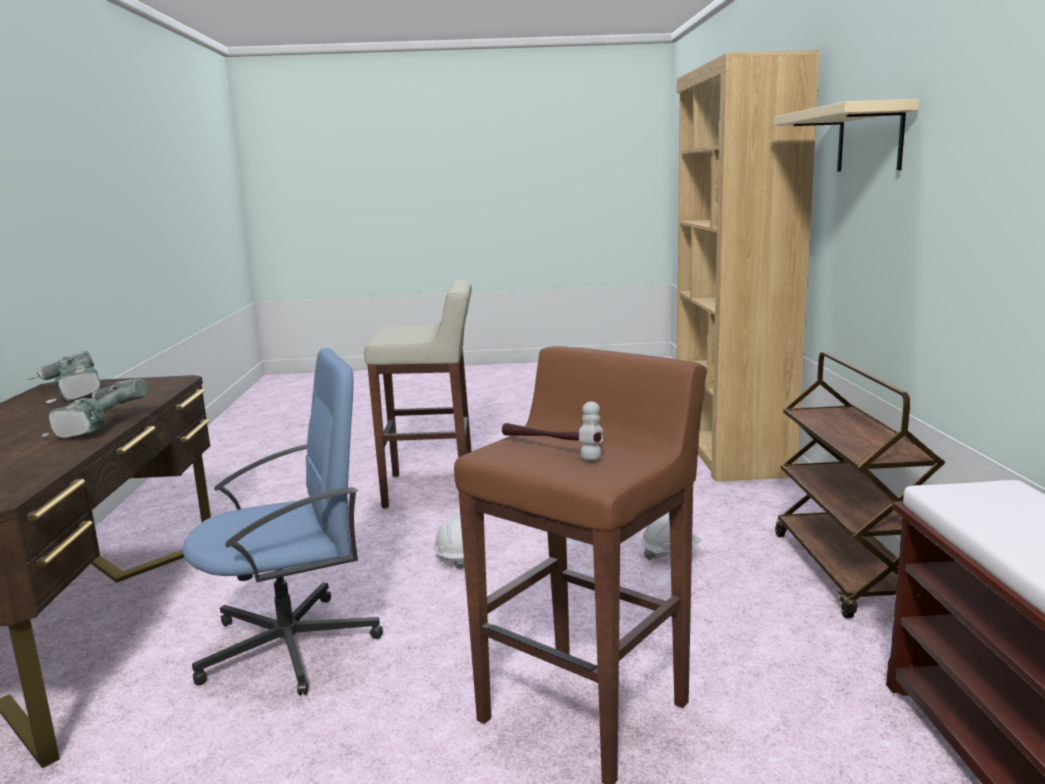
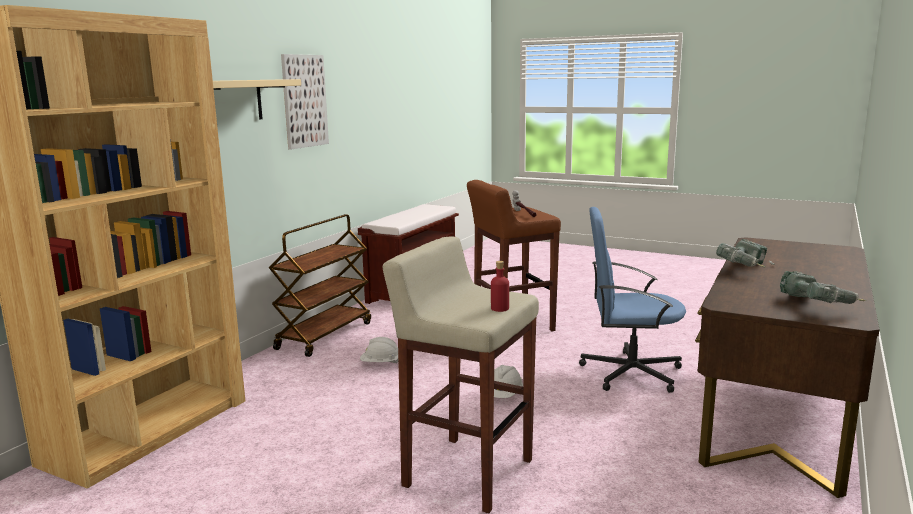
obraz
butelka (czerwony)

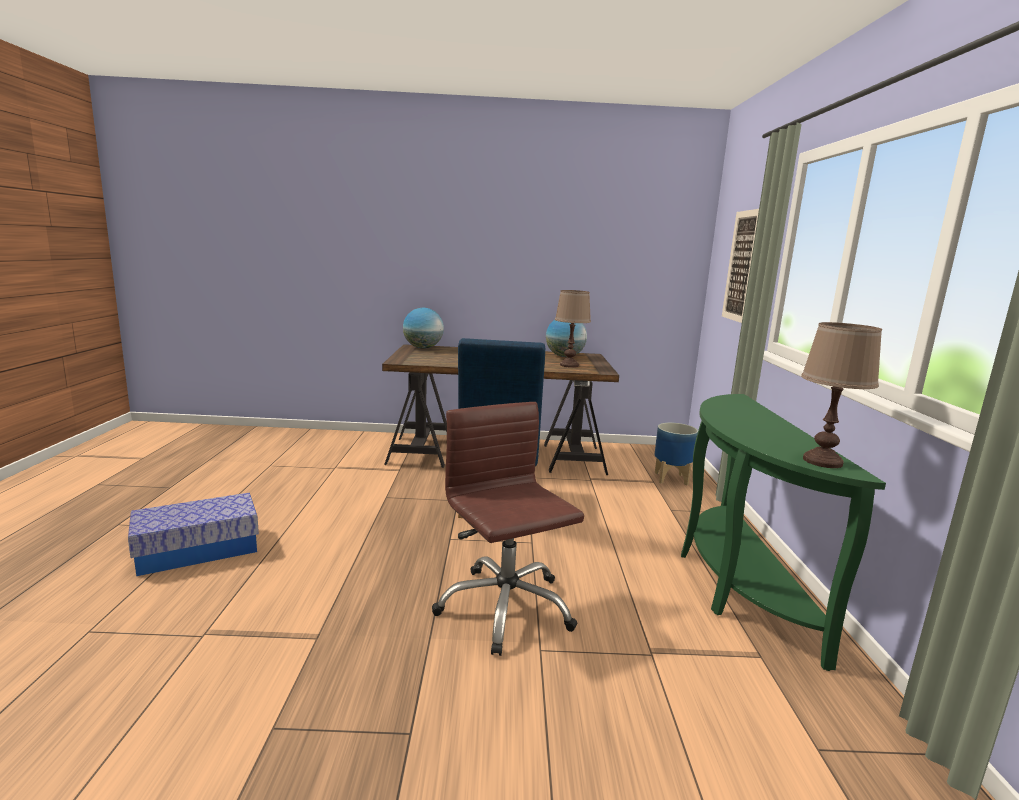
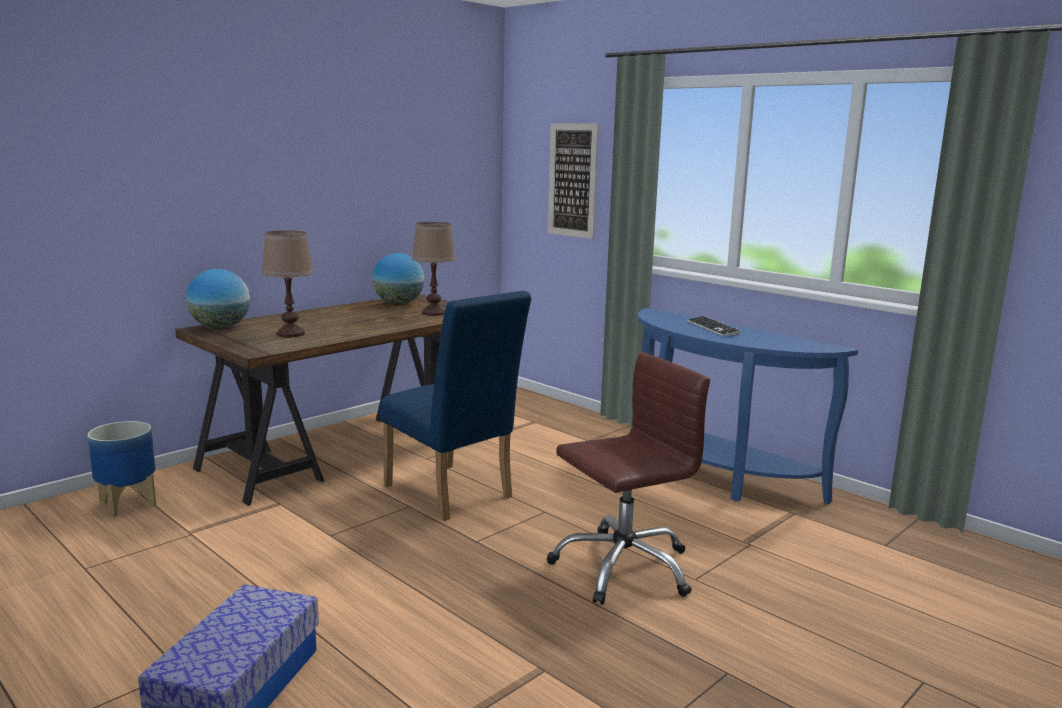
krzesło biurowe (brązowy)
donica
stolik konsolowy (niebieski)
lampa stołowa (brązowy) (no. 1 from left)
klawiatura

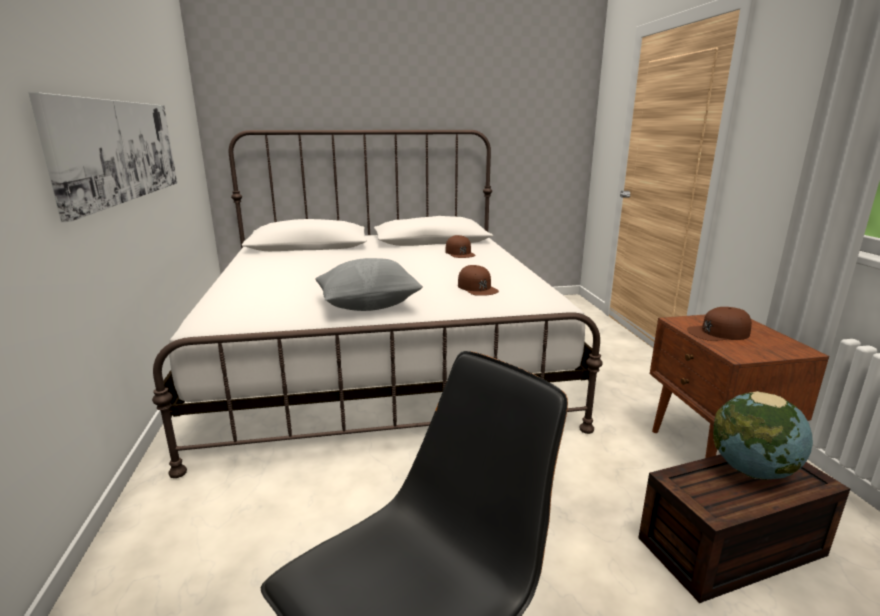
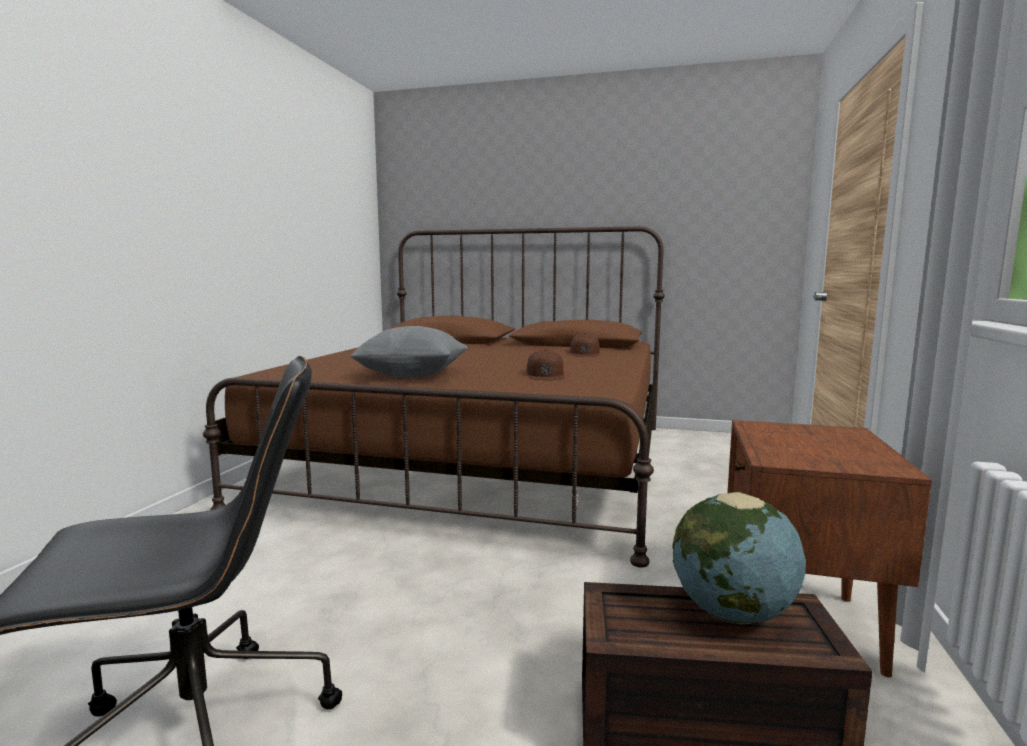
obraz
łóżko (brązowy)
czapka z daszkiem (brązowy) (no. 3 from left in the first image)

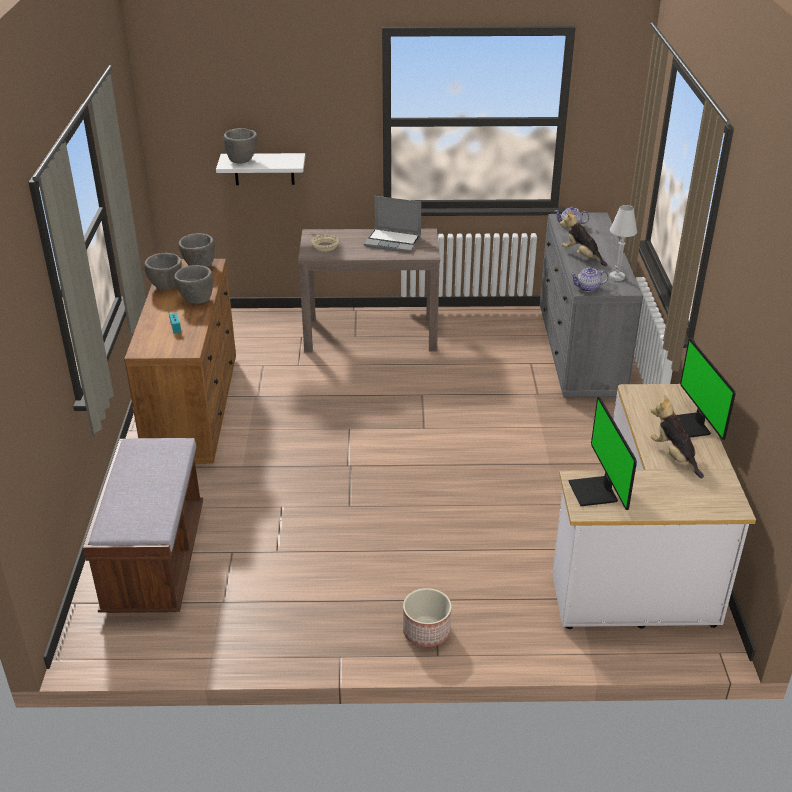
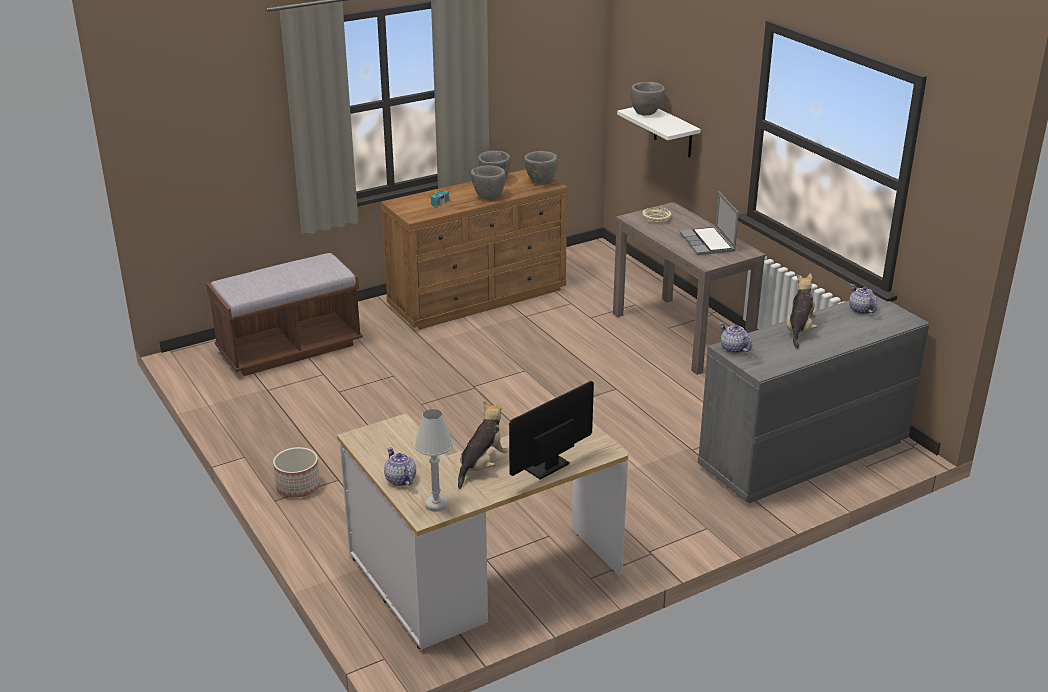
monitor (no. 1 from left in the first image)
lampa stołowa (biały)
imbryk (no. 1 from left)

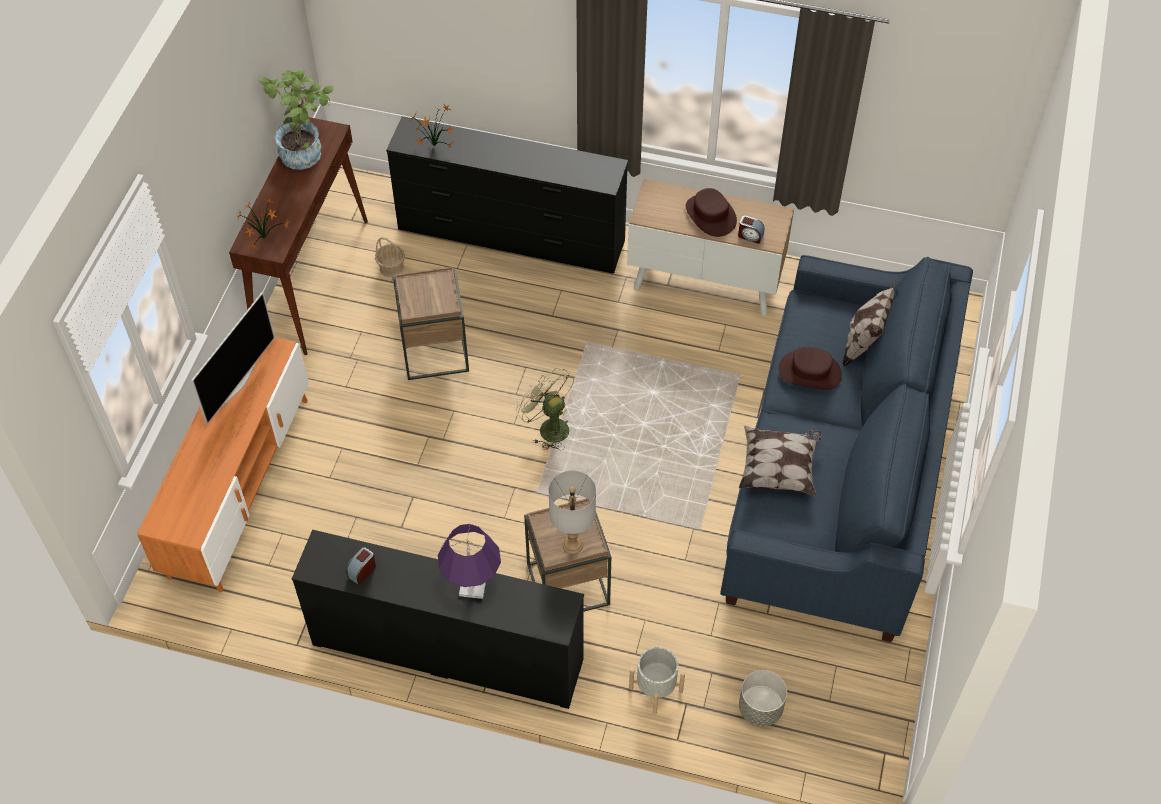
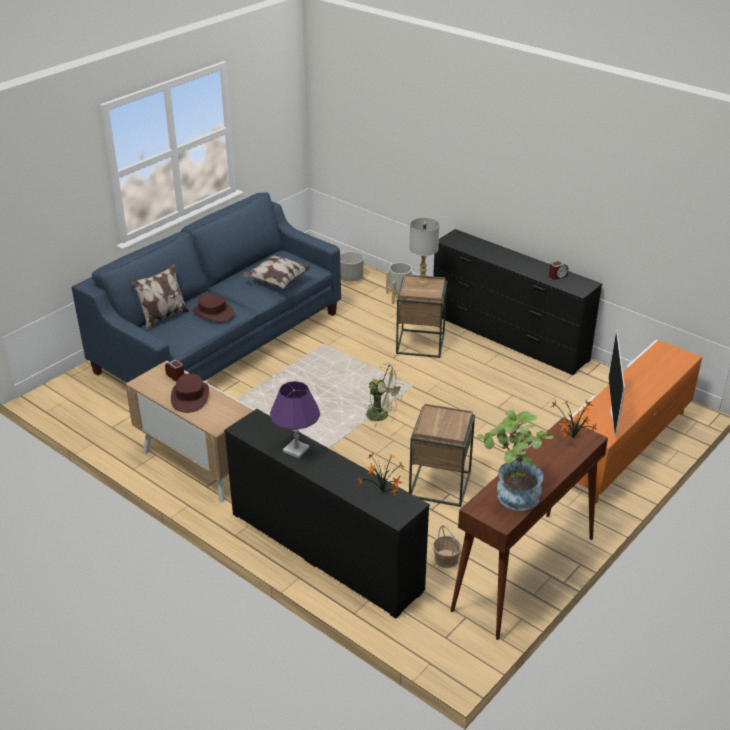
telewizor
lampa stołowa (fioletowy)
wentylator (zielony)

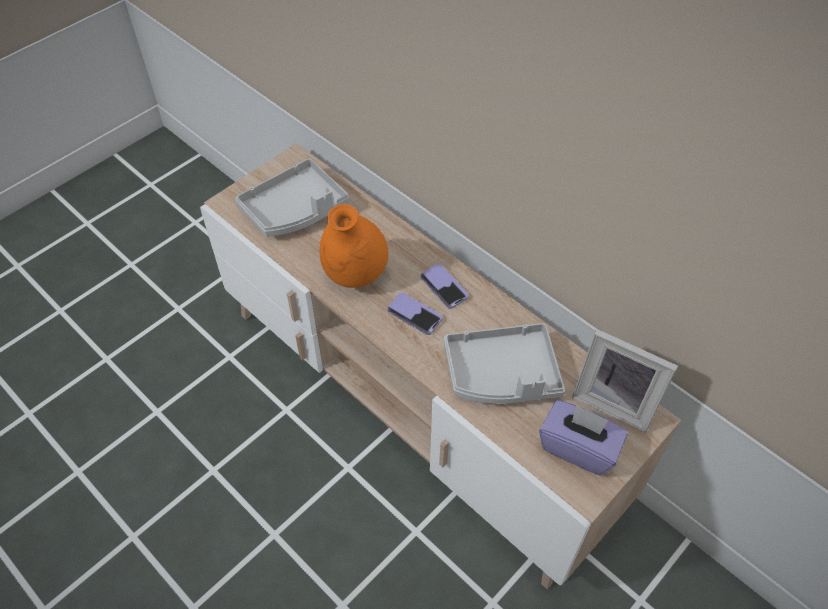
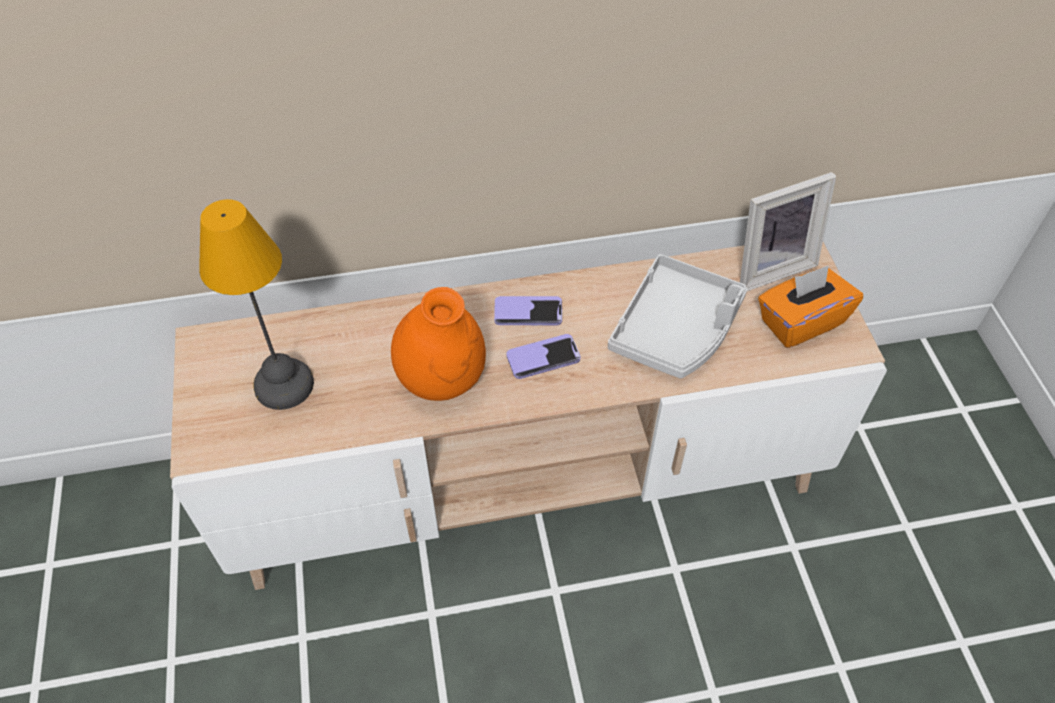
lampa stołowa
pudełko chusteczek (pomarańczowy)

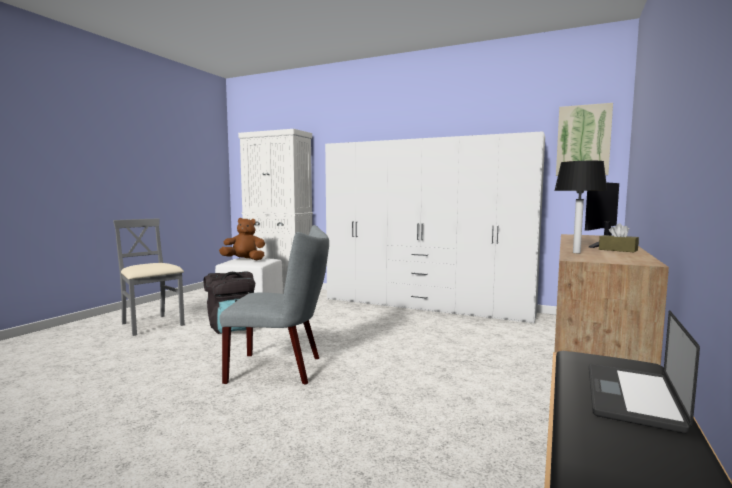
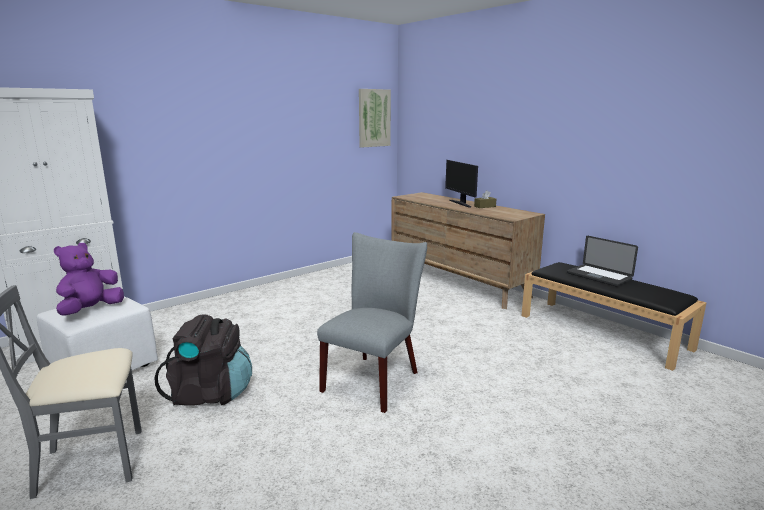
pluszak (fioletowy)
szafa (biały)
lampa stołowa

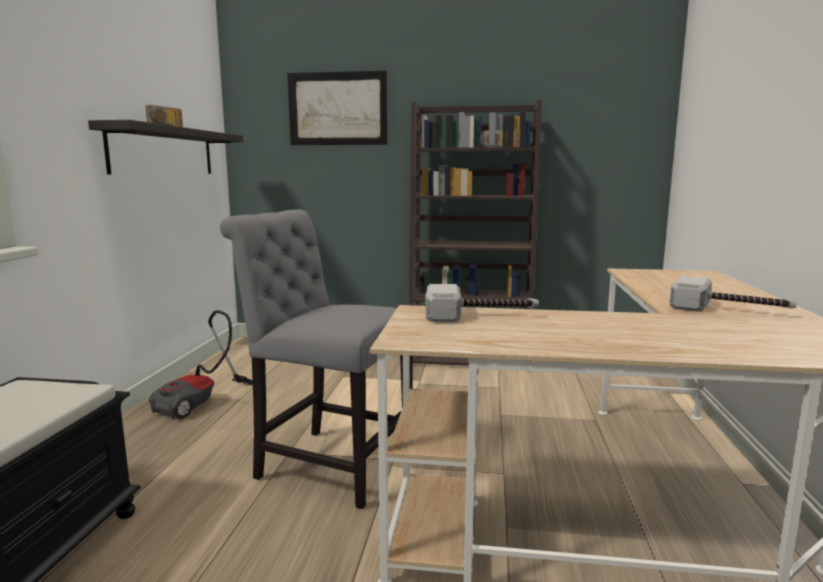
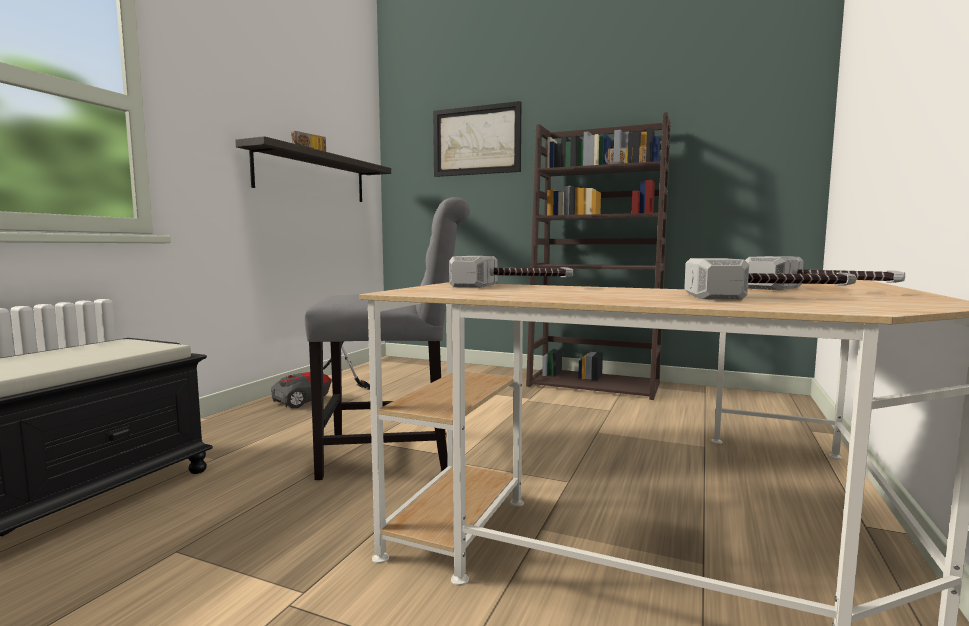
krzesło (szary)
młotek (no. 2 from left)

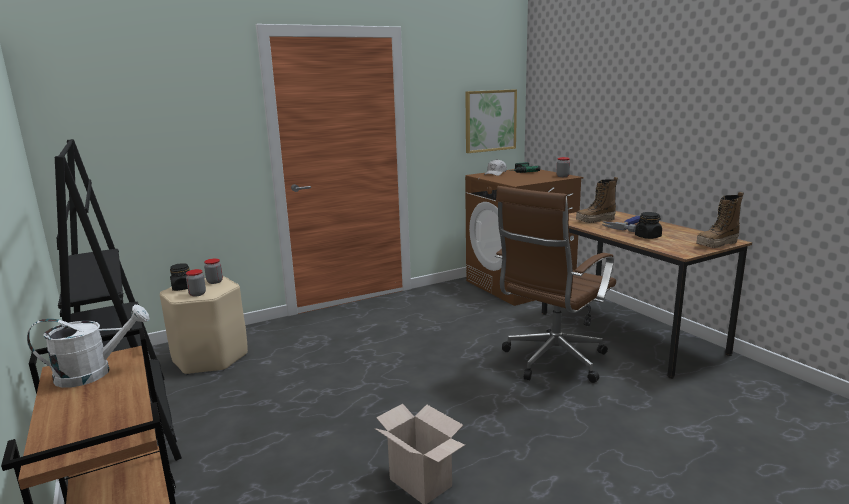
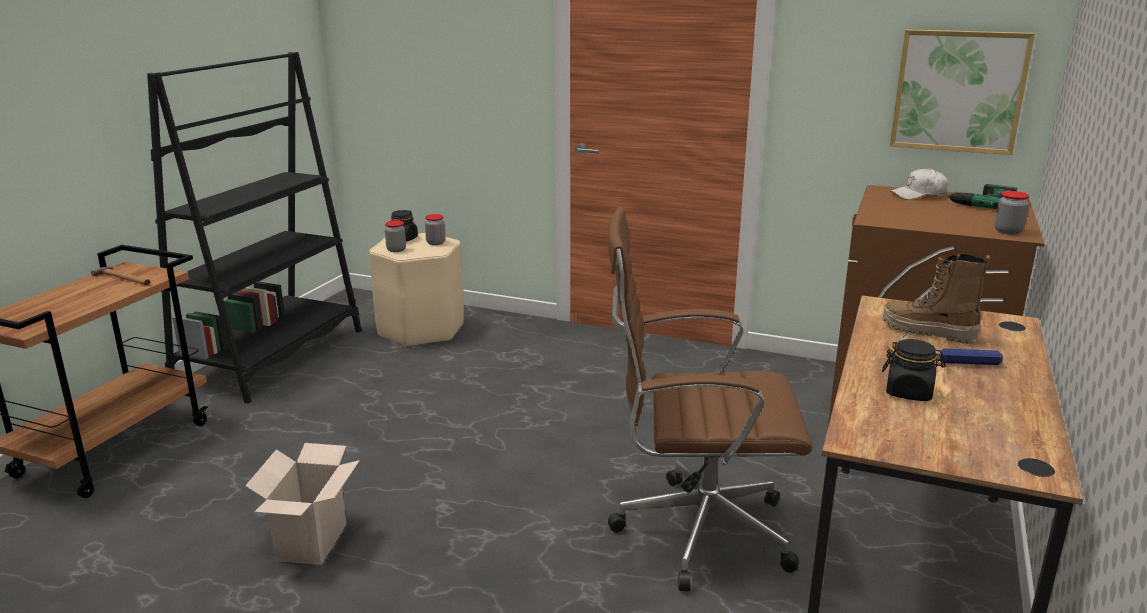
młotek (no. 1 from left)
but z cholewką (no. 2 from left in the first image)

